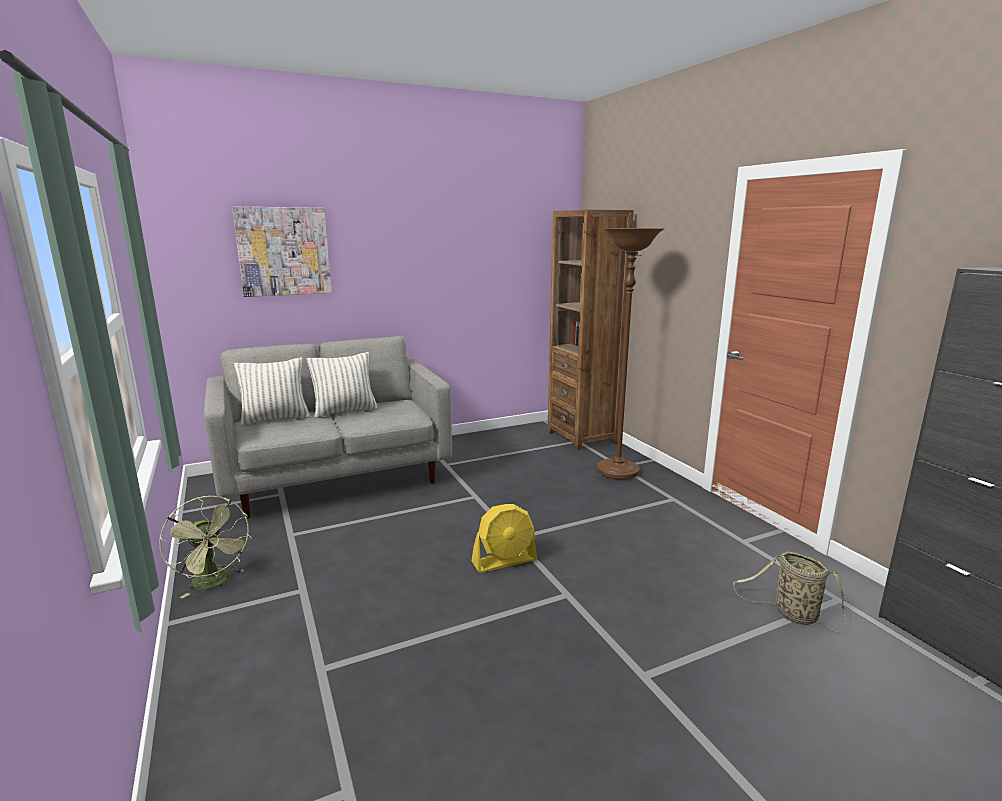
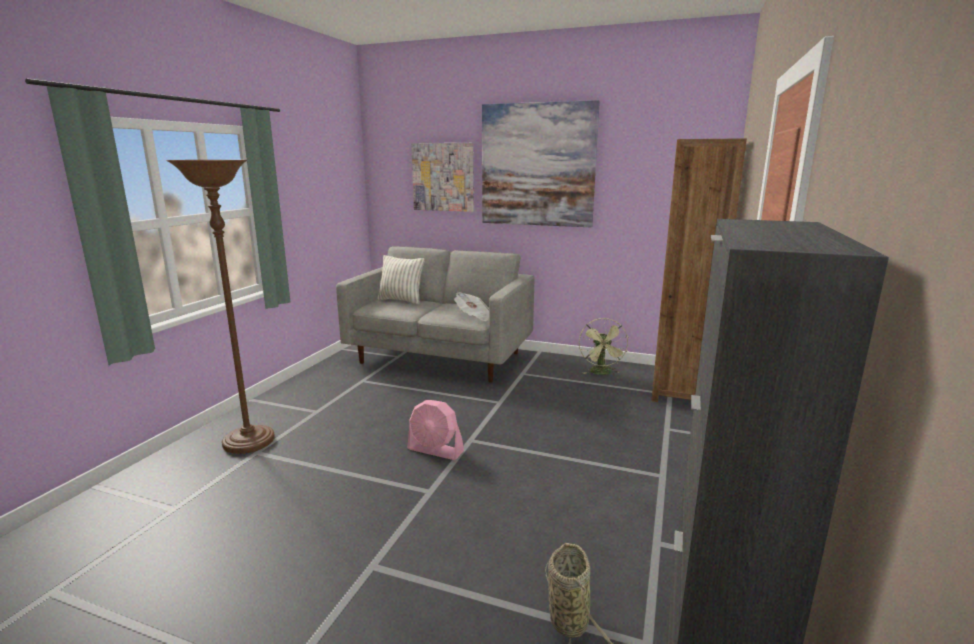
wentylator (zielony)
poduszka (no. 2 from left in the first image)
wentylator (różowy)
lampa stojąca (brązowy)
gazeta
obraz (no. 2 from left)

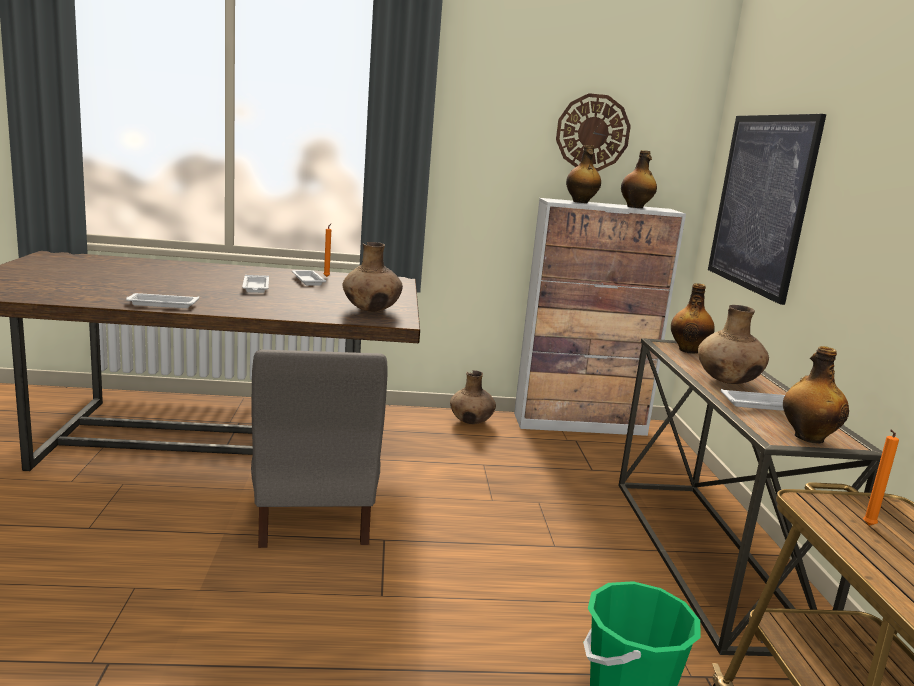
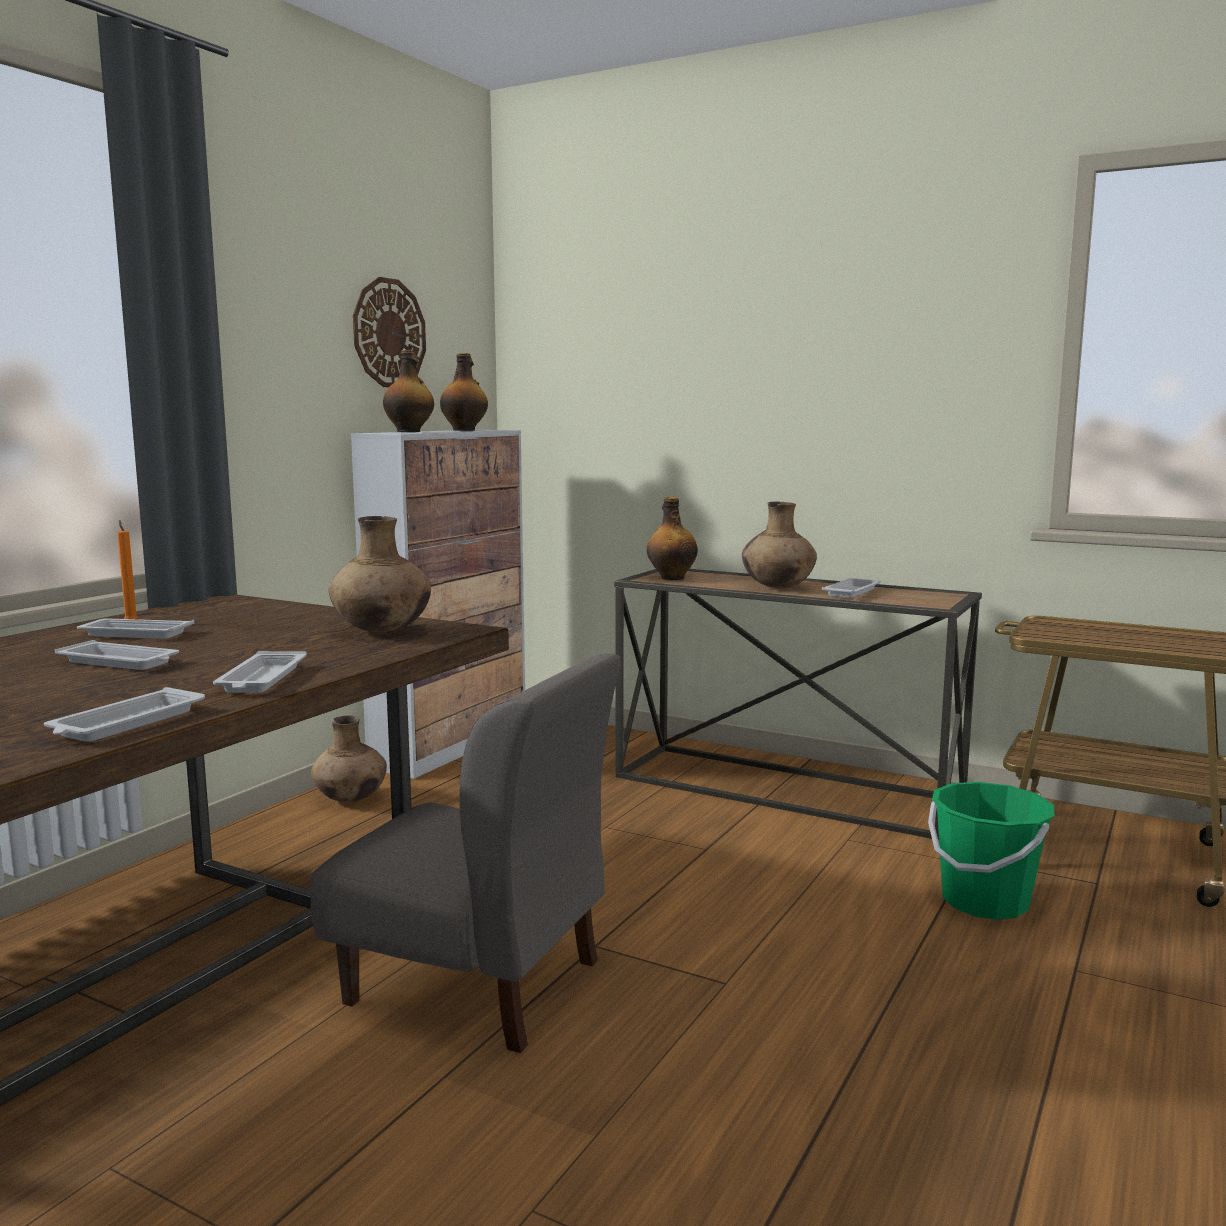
obraz
butelka (no. 4 from left in the first image)
świeca (pomarańczowy) (no. 2 from left in the first image)
taca (biały) (no. 4 from left)

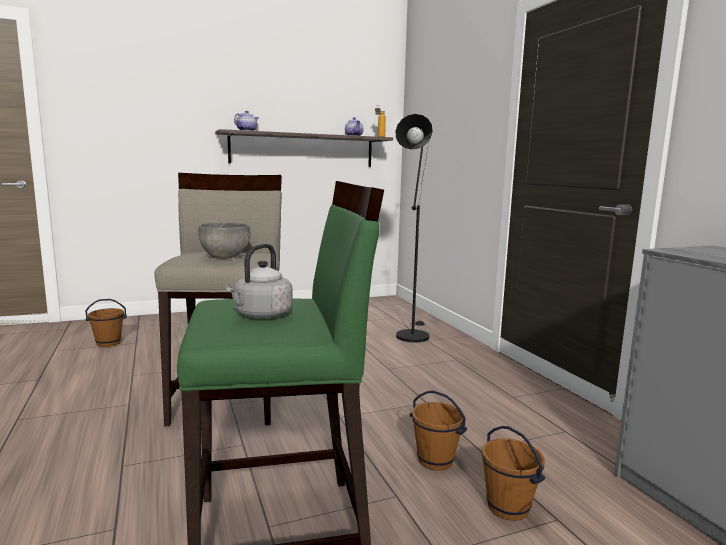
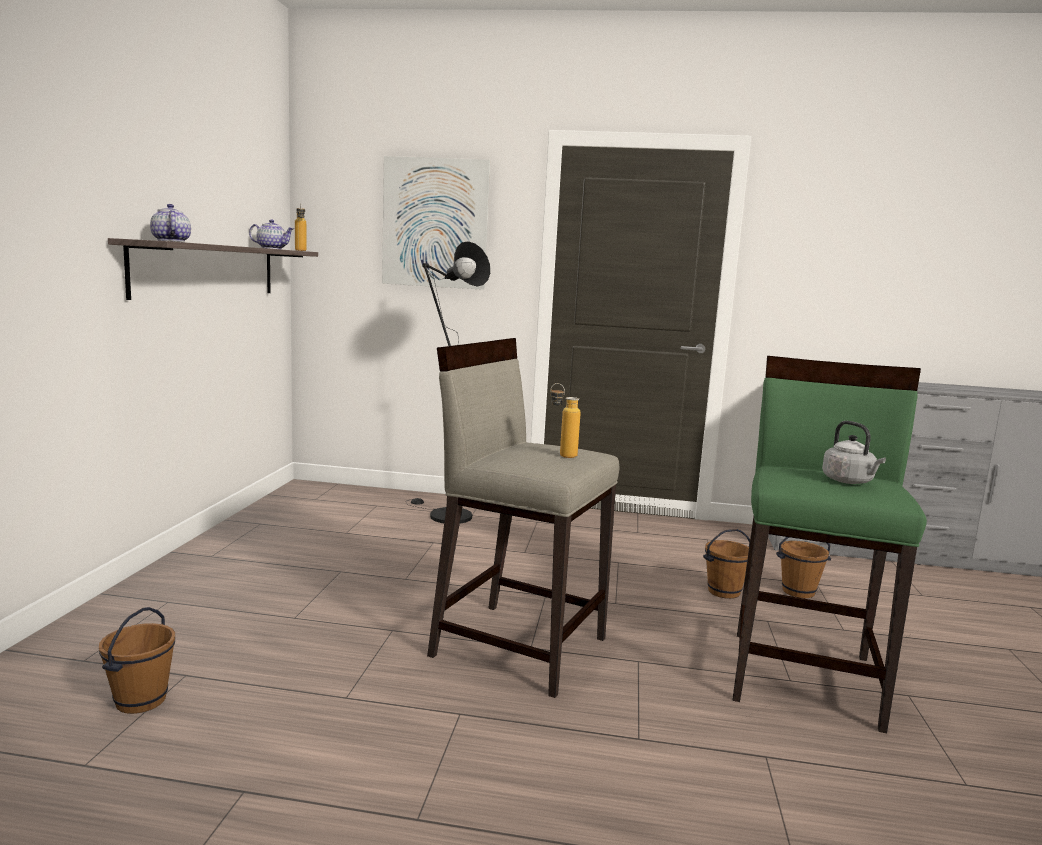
butelka (no. 2 from left)
obraz

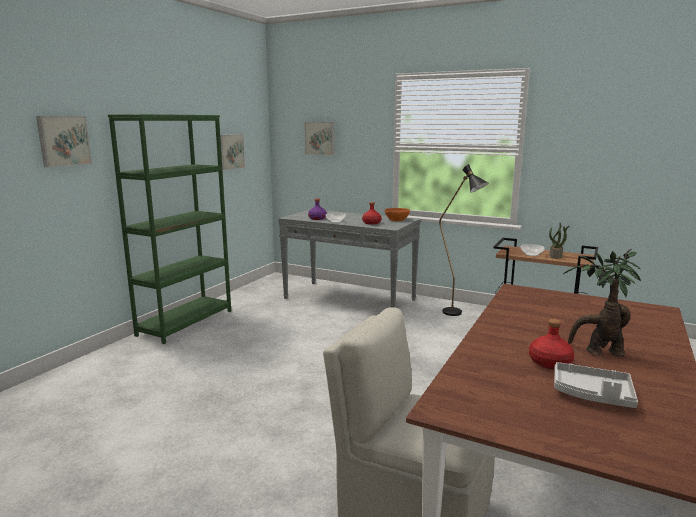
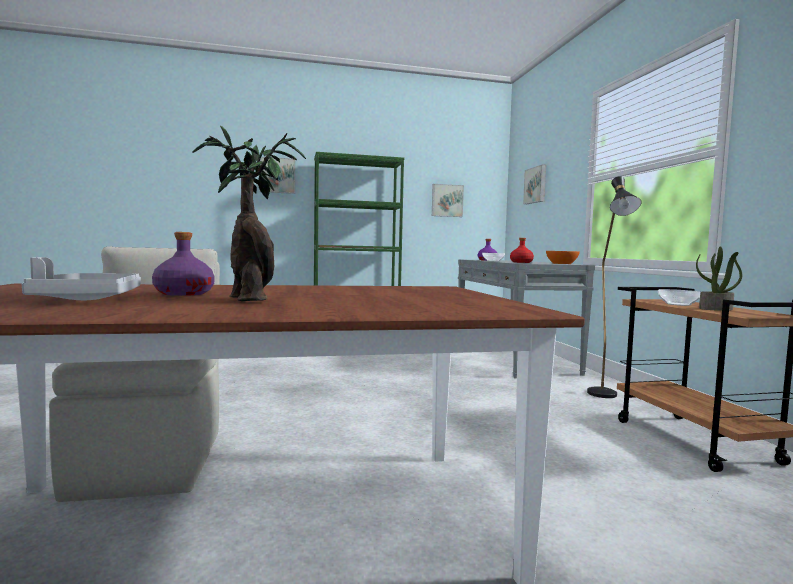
butelka (fioletowy) (no. 1 from left)

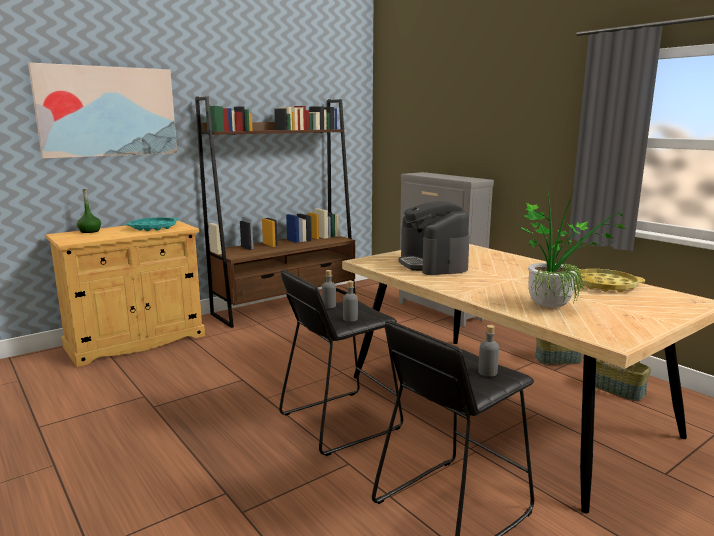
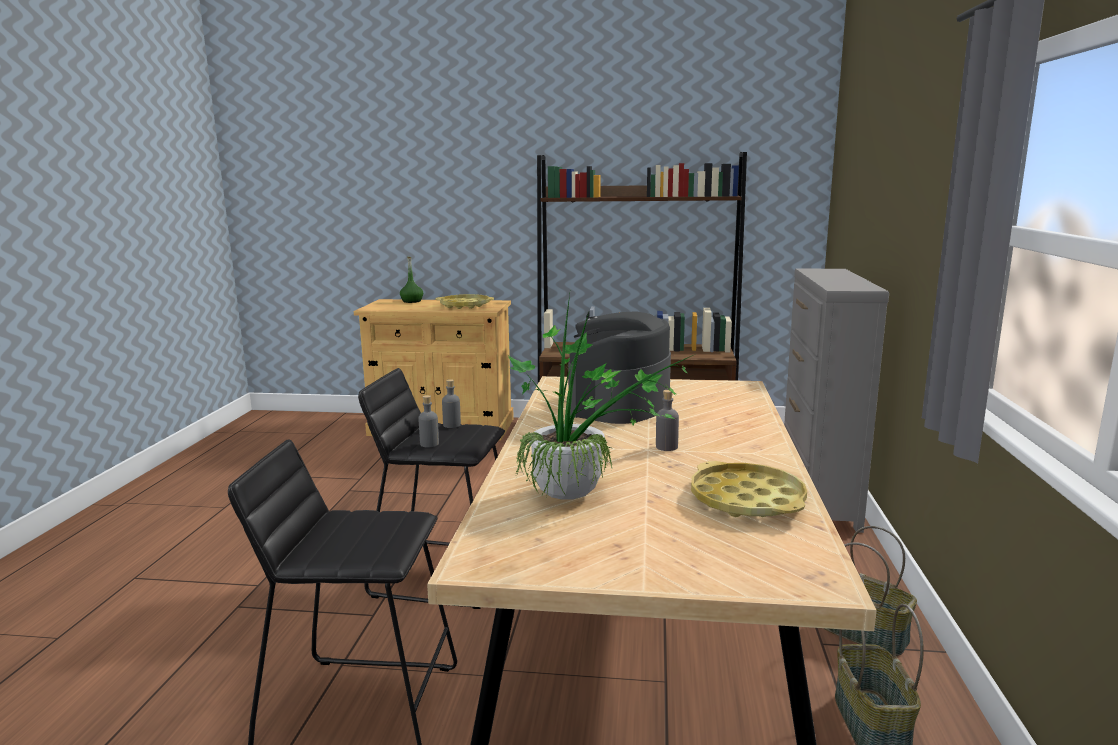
obraz
taca (żółty) (no. 1 from left)
butelka (szary) (no. 3 from left)

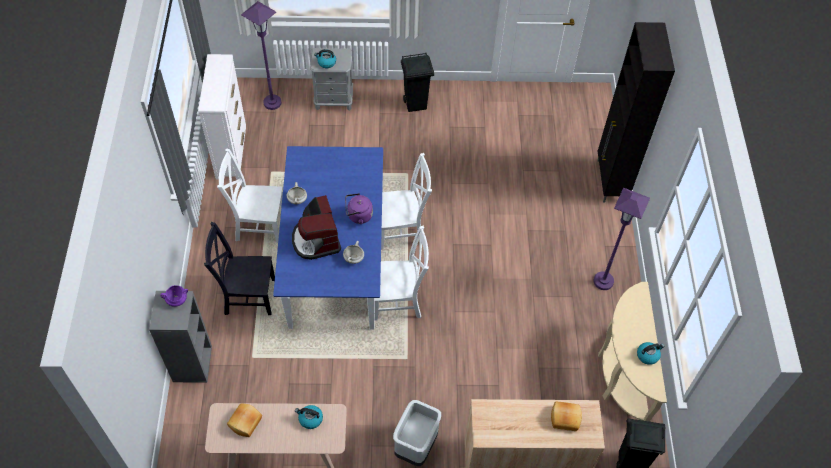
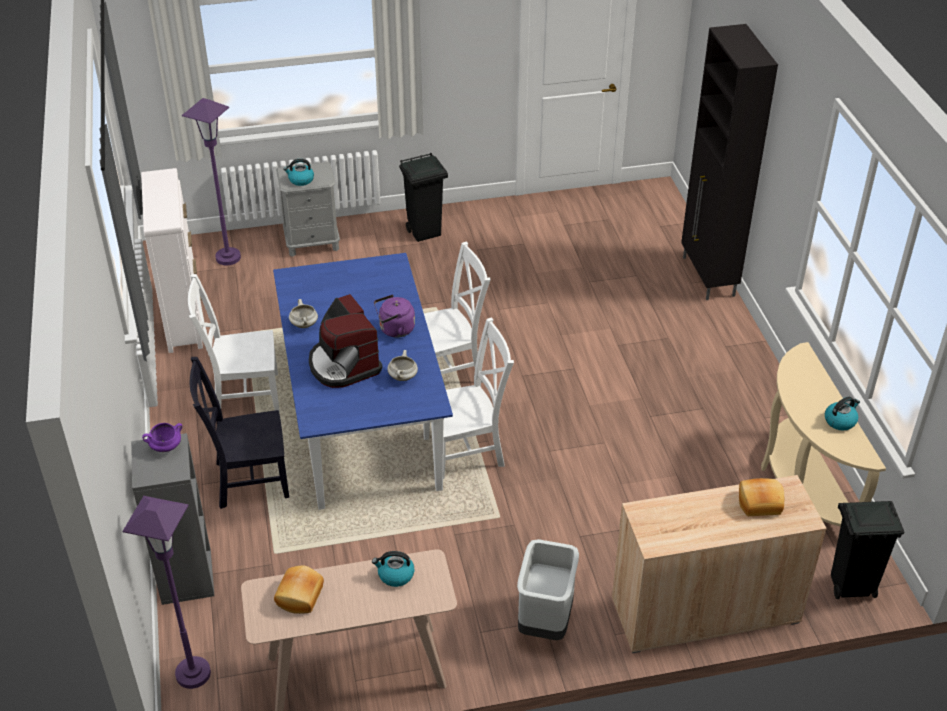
lampa stojąca (fioletowy) (no. 1 from left)

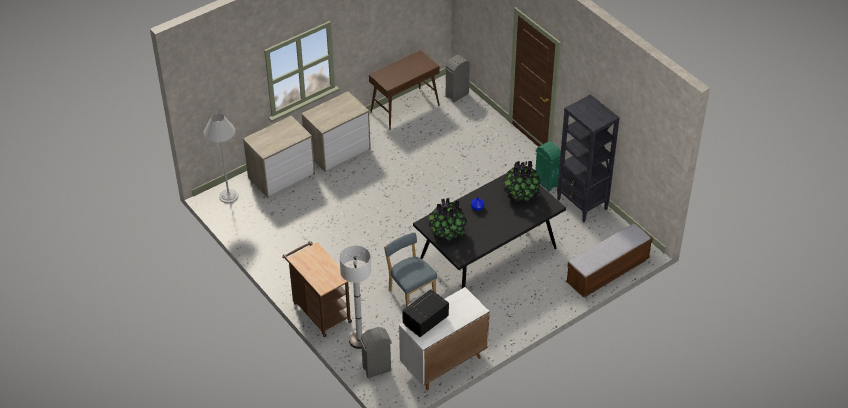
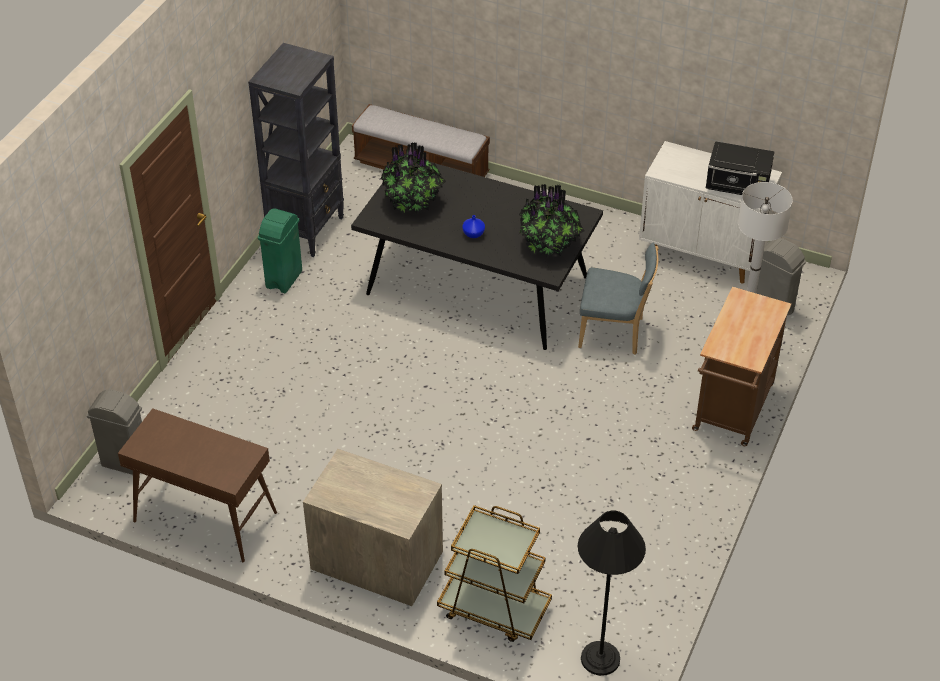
lampa stojąca (czarny)
wózek (brązowy) (no. 1 from left)
krzesło (niebieski)

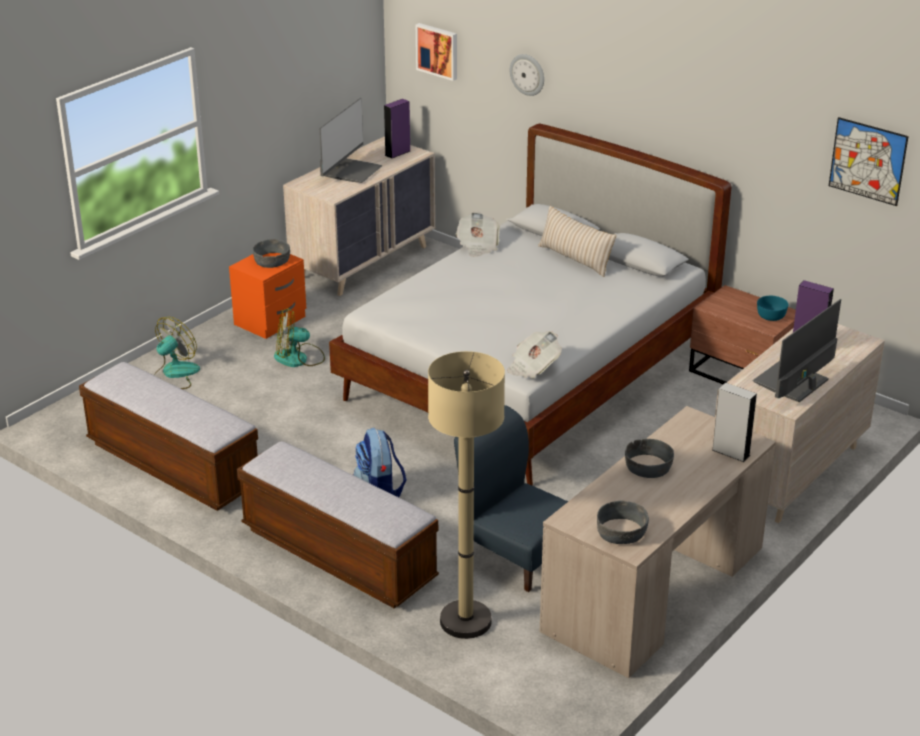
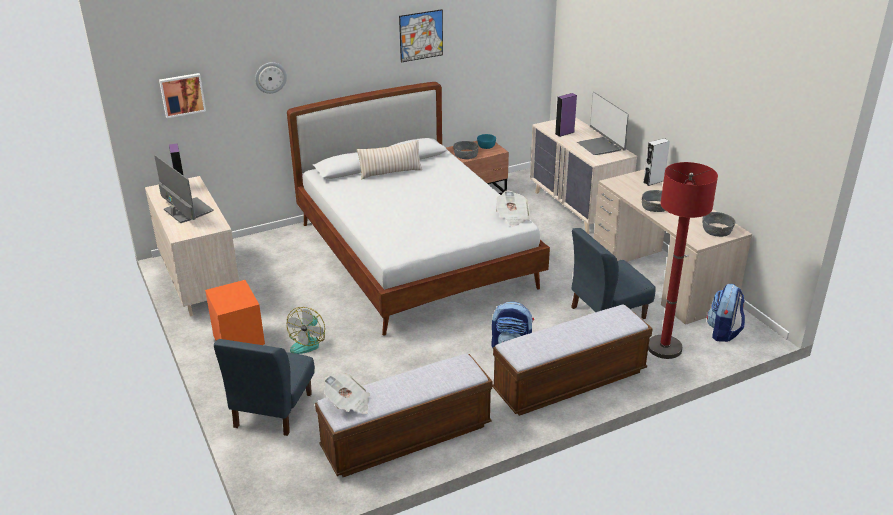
krzesło (niebieski) (no. 1 from left)
miska (szary) (no. 1 from left)
lampa stojąca (czerwony)
gazeta (no. 1 from left)
obraz (no. 2 from left)
plecak (no. 2 from left)

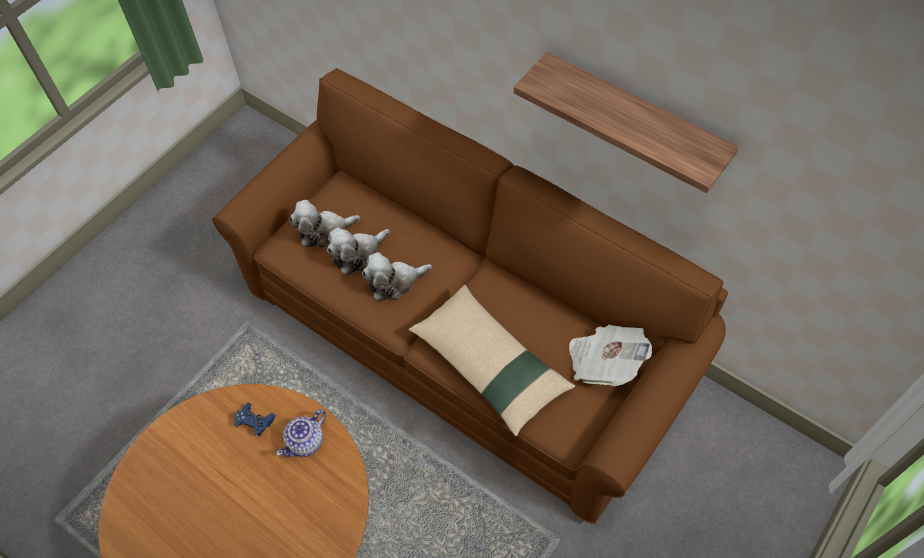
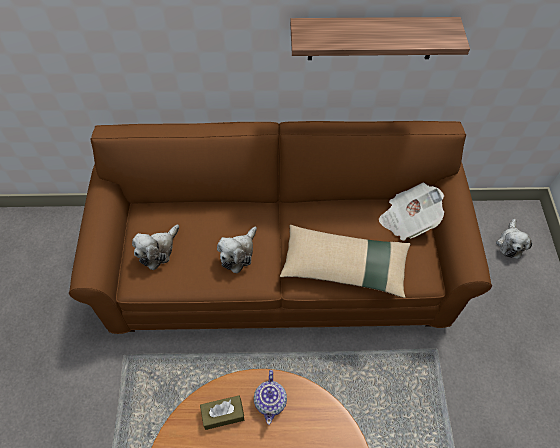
pudełko chusteczek (brązowy)
pluszak (no. 3 from left)

